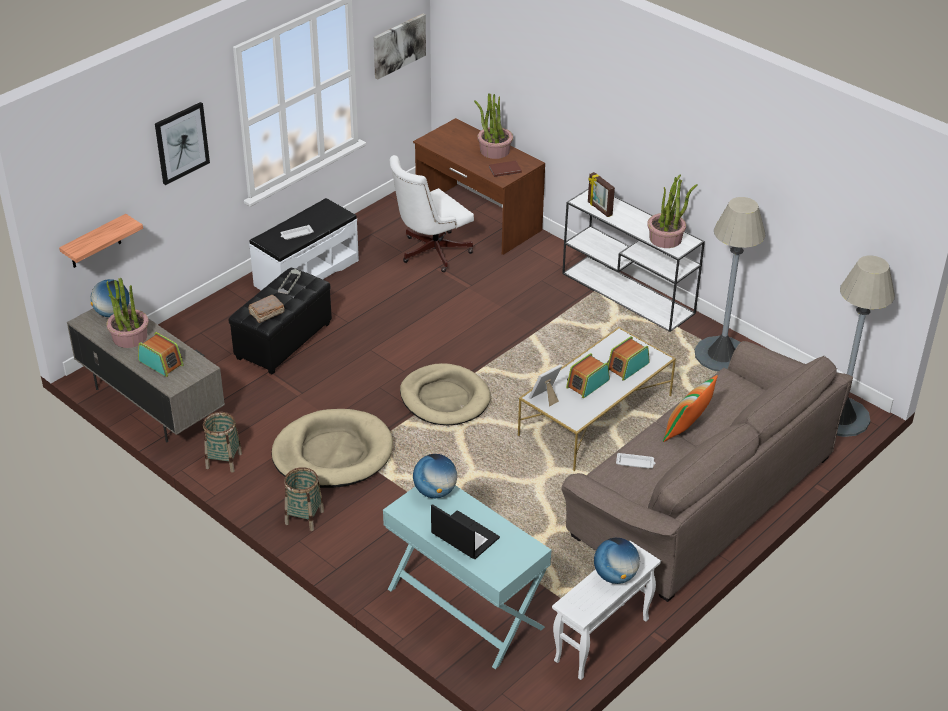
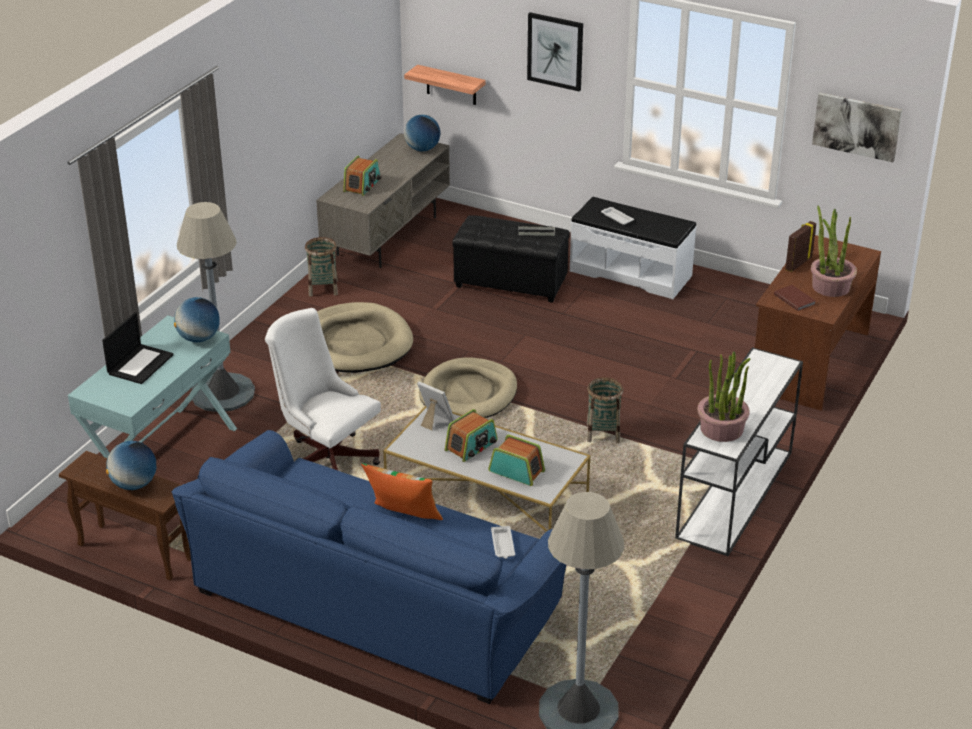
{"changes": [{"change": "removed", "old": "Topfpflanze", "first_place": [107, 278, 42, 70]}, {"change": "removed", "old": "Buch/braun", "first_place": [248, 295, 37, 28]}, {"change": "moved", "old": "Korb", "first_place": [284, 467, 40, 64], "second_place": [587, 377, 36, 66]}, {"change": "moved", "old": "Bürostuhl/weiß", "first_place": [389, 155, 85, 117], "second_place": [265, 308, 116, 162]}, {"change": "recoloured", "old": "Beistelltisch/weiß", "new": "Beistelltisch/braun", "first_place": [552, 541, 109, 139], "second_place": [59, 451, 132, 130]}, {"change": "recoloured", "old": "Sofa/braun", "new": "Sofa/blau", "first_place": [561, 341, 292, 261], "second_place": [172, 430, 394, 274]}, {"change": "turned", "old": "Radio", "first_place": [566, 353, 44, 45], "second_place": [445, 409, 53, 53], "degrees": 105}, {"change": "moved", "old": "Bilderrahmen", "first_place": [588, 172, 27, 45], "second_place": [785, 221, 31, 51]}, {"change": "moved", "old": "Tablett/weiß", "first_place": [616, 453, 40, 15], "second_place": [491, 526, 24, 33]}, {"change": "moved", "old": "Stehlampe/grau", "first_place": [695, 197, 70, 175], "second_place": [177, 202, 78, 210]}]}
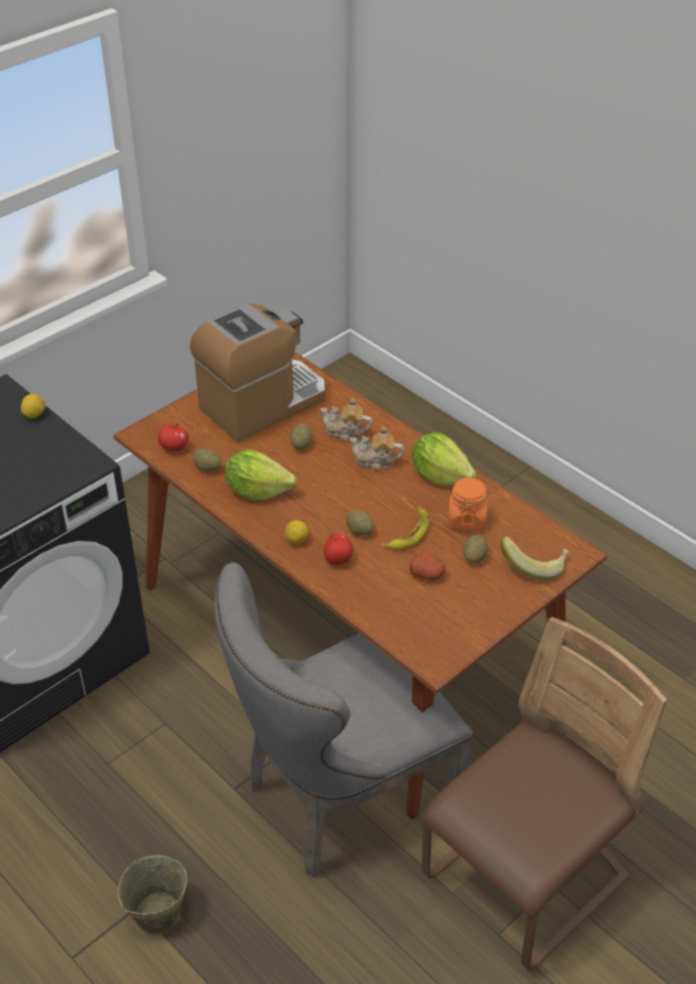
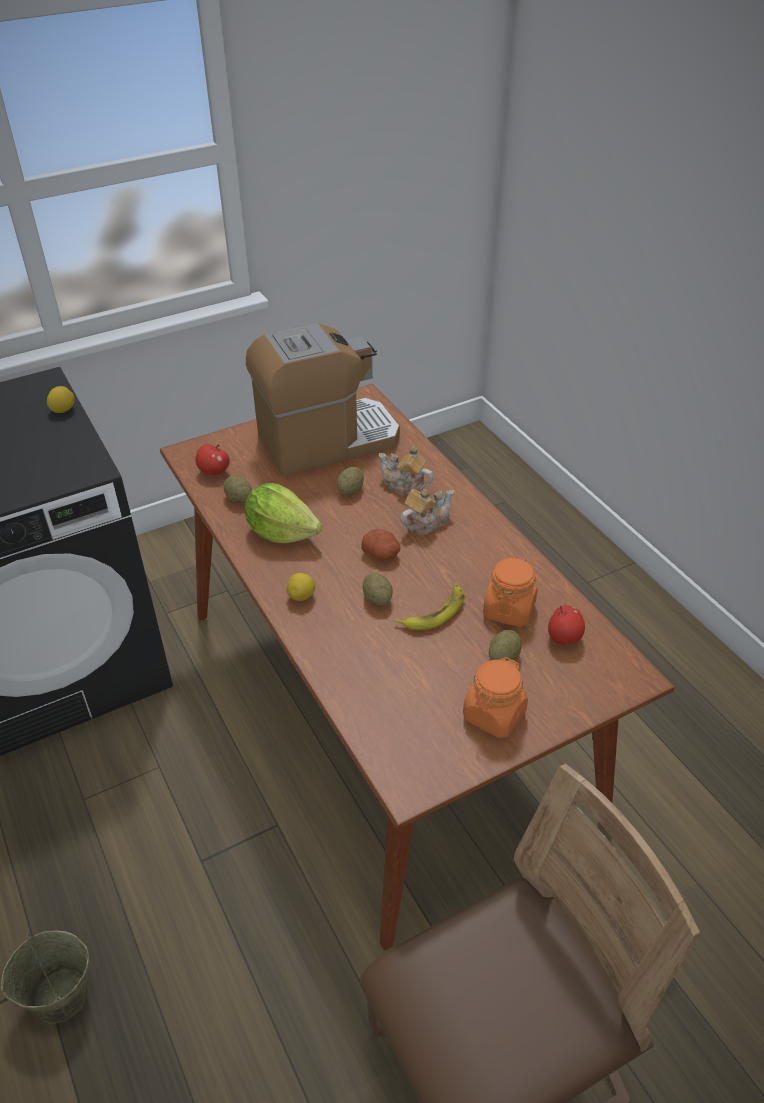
{"changes": [{"change": "removed", "old": "Stuhl/grau", "first_place": [214, 562, 259, 316]}, {"change": "moved", "old": "Apfel", "first_place": [324, 533, 29, 32], "second_place": [548, 605, 37, 40]}, {"change": "turned", "old": "Teekanne", "first_place": [350, 426, 54, 45], "second_place": [400, 489, 54, 46], "degrees": 120}, {"change": "moved", "old": "Kartoffel", "first_place": [409, 553, 37, 27], "second_place": [361, 529, 39, 32]}, {"change": "removed", "old": "Salatkopf", "first_place": [412, 432, 65, 53]}, {"change": "removed", "old": "Banane", "first_place": [500, 537, 70, 43]}, {"change": "added", "new": "Vorratsglas/orange", "second_place": [463, 657, 65, 81]}]}
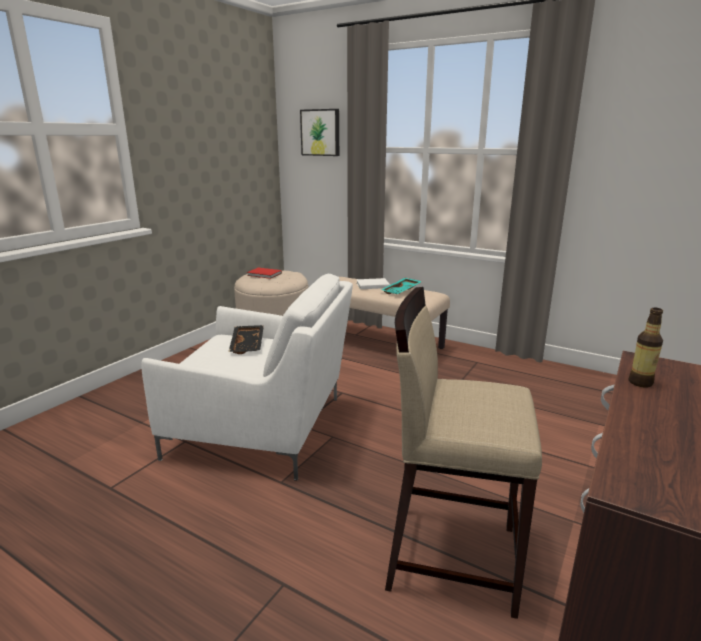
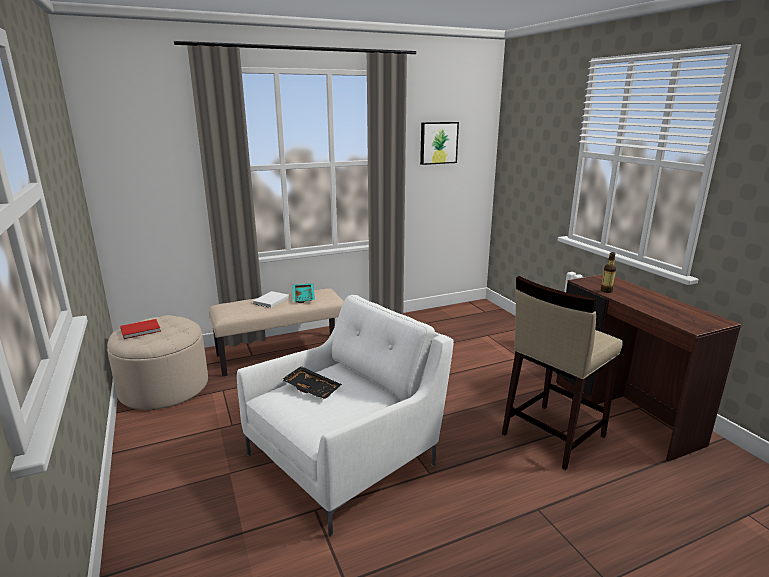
{"changes": [{"change": "moved", "old": "Bild", "first_place": [300, 109, 39, 47], "second_place": [420, 122, 39, 43]}]}
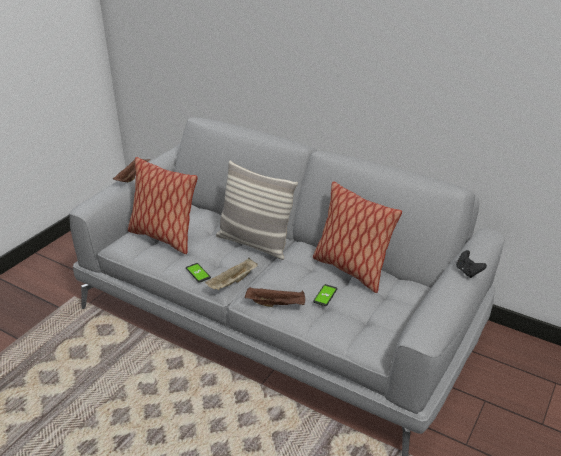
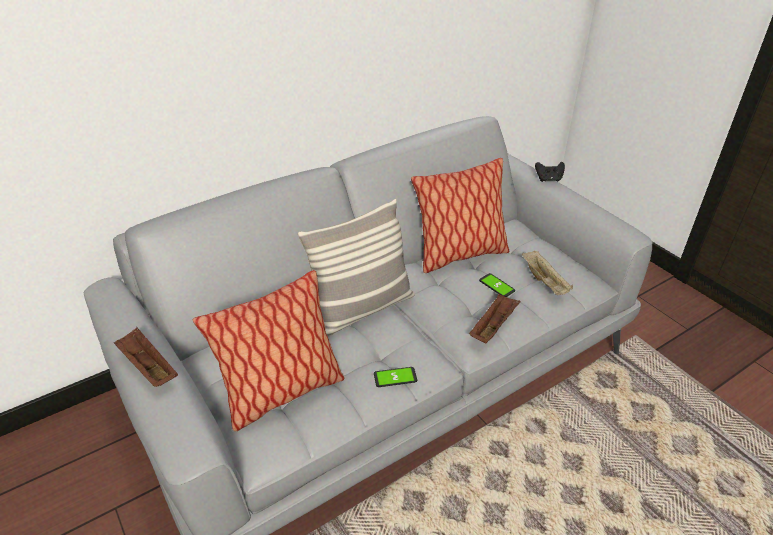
{"changes": [{"change": "moved", "old": "Tablett/beige", "first_place": [205, 258, 53, 32], "second_place": [522, 250, 51, 45]}]}
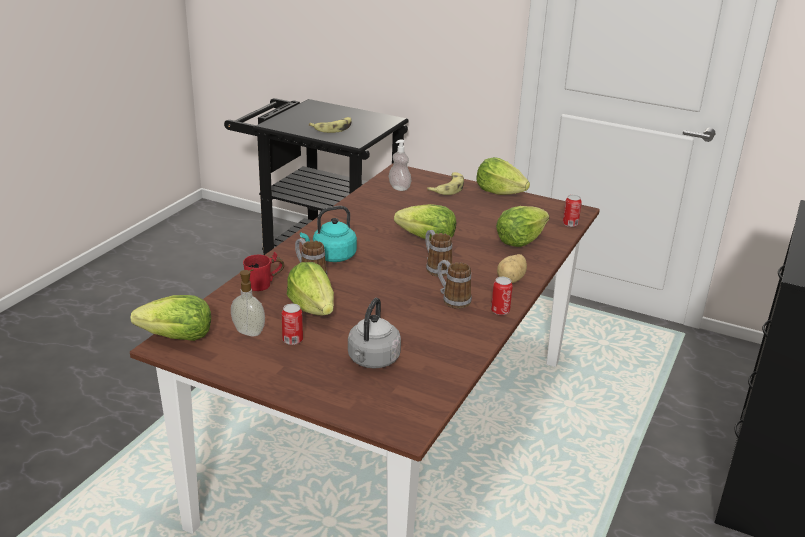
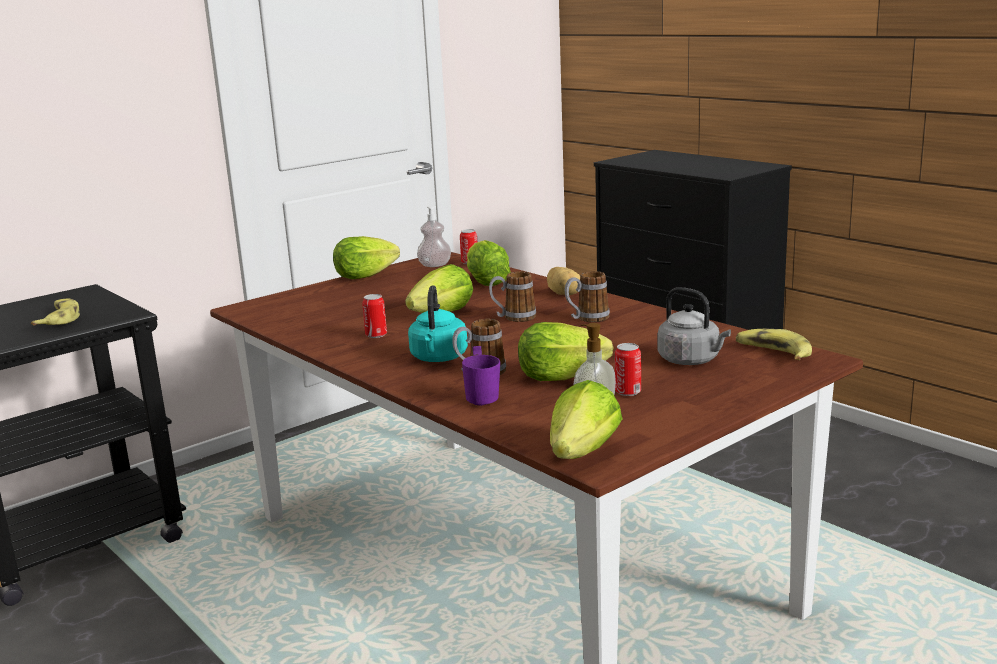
{"changes": [{"change": "recoloured", "old": "Henkelbecher/rot", "new": "Henkelbecher/lila", "first_place": [243, 252, 41, 39], "second_place": [462, 346, 38, 60]}, {"change": "moved", "old": "Seifenspender", "first_place": [389, 139, 23, 52], "second_place": [417, 206, 34, 61]}, {"change": "moved", "old": "Banane", "first_place": [427, 172, 37, 23], "second_place": [736, 329, 76, 31]}, {"change": "moved", "old": "Dose", "first_place": [491, 277, 22, 38], "second_place": [362, 294, 25, 44]}]}
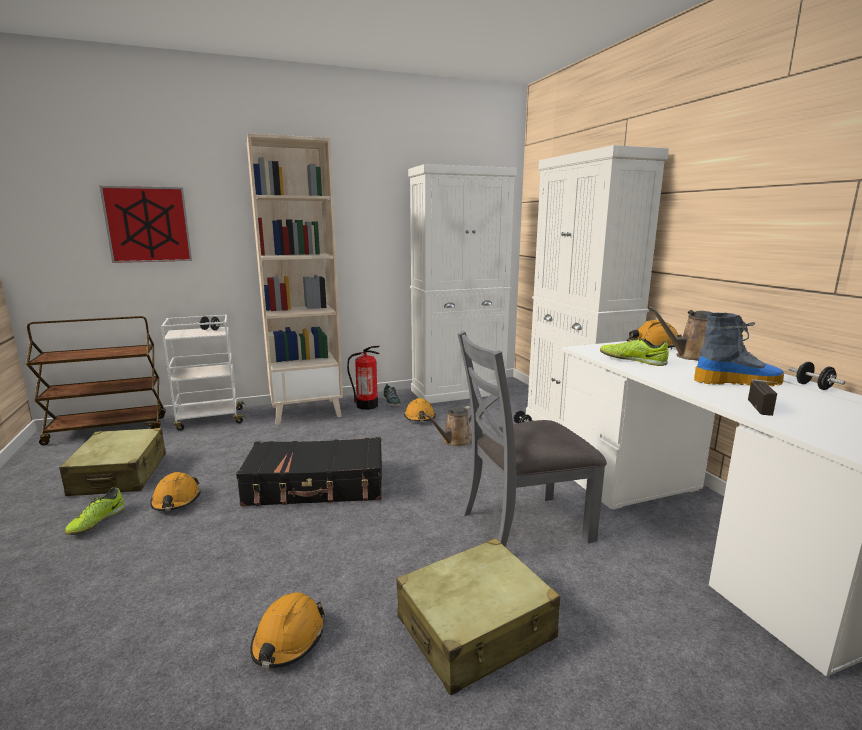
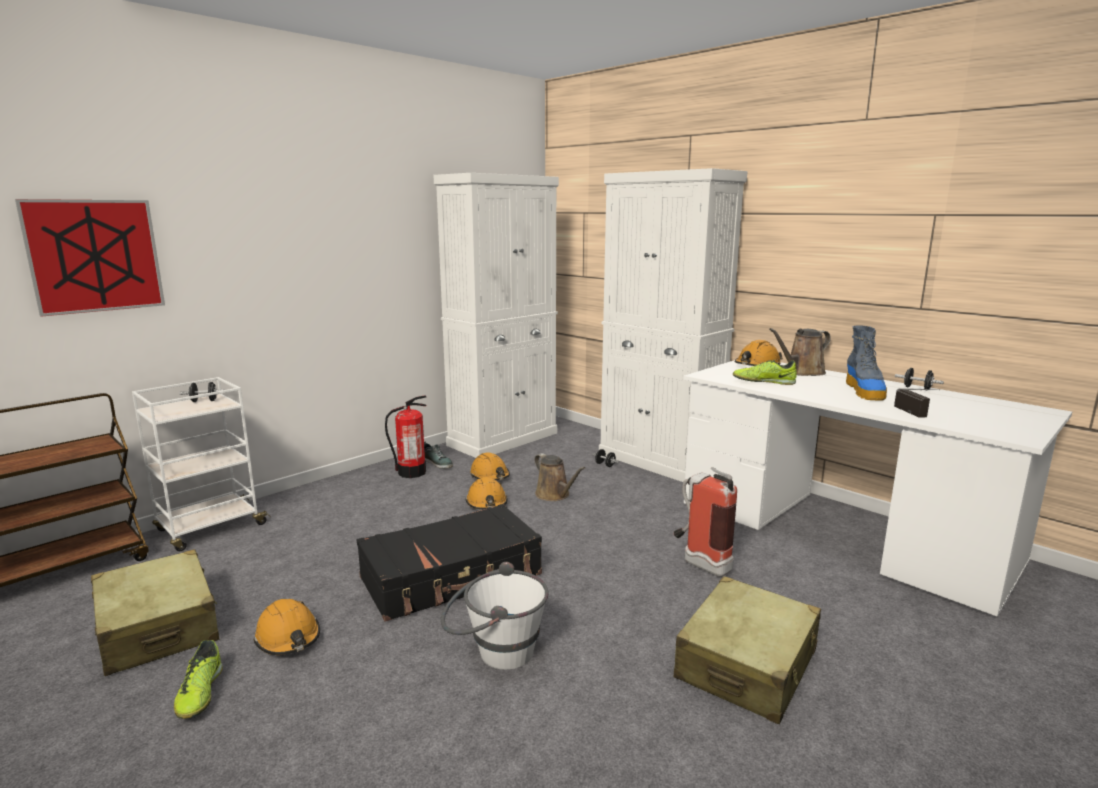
{"changes": [{"change": "removed", "old": "Bücherregal/beige", "first_place": [247, 133, 96, 292]}, {"change": "moved", "old": "Schutzhelm/orange", "first_place": [250, 592, 75, 76], "second_place": [465, 477, 43, 33]}, {"change": "turned", "old": "Gießkanne/braun", "first_place": [424, 406, 48, 41], "second_place": [534, 453, 51, 48], "degrees": -60}, {"change": "replaced", "old": "Stuhl/grau", "new": "Feuerlöscher", "first_place": [458, 331, 149, 216], "second_place": [674, 467, 63, 110]}, {"change": "turned", "old": "Stiefel", "first_place": [694, 313, 90, 74], "second_place": [846, 325, 41, 76], "degrees": 120}, {"change": "added", "new": "Eimer/weiß", "second_place": [441, 562, 108, 108]}]}
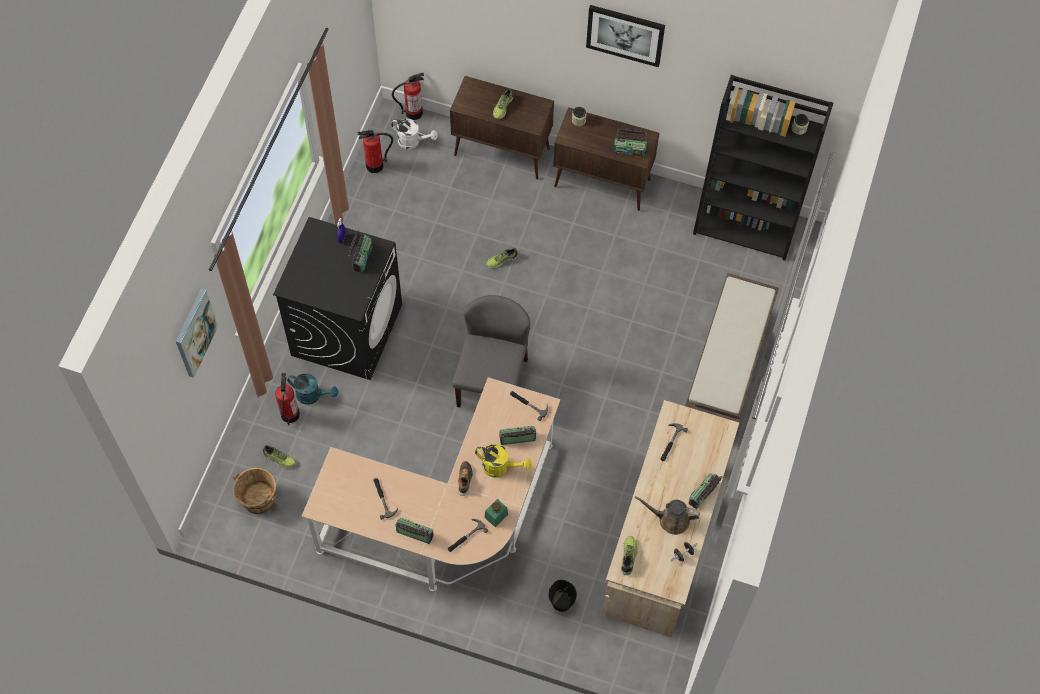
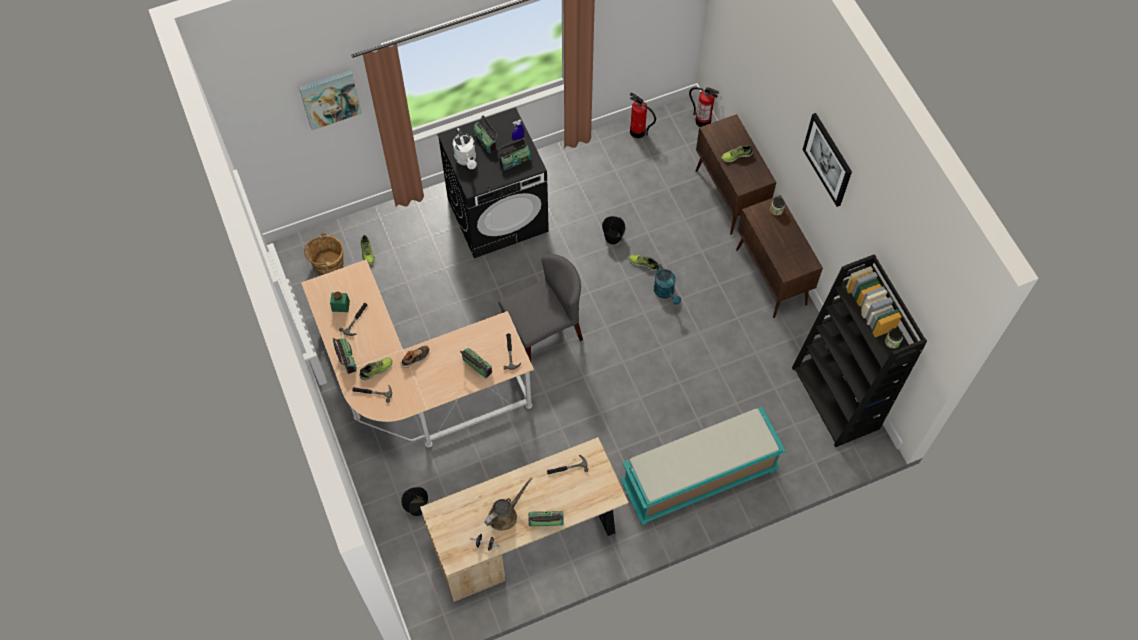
{"changes": [{"change": "removed", "old": "Feuerlöscher", "first_place": [275, 373, 25, 53]}, {"change": "moved", "old": "Gießkanne/türkis", "first_place": [287, 373, 51, 32], "second_place": [654, 264, 27, 41]}, {"change": "moved", "old": "Gießkanne/weiß", "first_place": [391, 119, 47, 30], "second_place": [453, 128, 24, 41]}, {"change": "removed", "old": "Gießkanne/gelb", "first_place": [475, 444, 57, 34]}, {"change": "moved", "old": "Vorratsglas/grün", "first_place": [485, 499, 23, 28], "second_place": [330, 292, 20, 20]}, {"change": "moved", "old": "Radio", "first_place": [613, 129, 34, 27], "second_place": [474, 115, 24, 39]}, {"change": "moved", "old": "Schuh", "first_place": [621, 536, 17, 39], "second_place": [359, 357, 33, 23]}, {"change": "turned", "old": "Gießkanne/braun", "first_place": [635, 496, 65, 39], "second_place": [484, 478, 48, 53], "degrees": 75}, {"change": "recoloured", "old": "Bank/braun", "new": "Bank/türkis", "first_place": [685, 273, 94, 149], "second_place": [621, 407, 165, 118]}, {"change": "added", "new": "Eimer/schwarz", "second_place": [602, 216, 24, 28]}]}
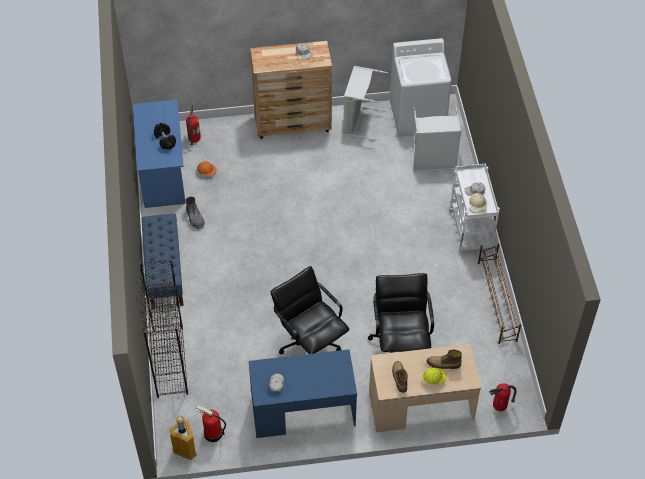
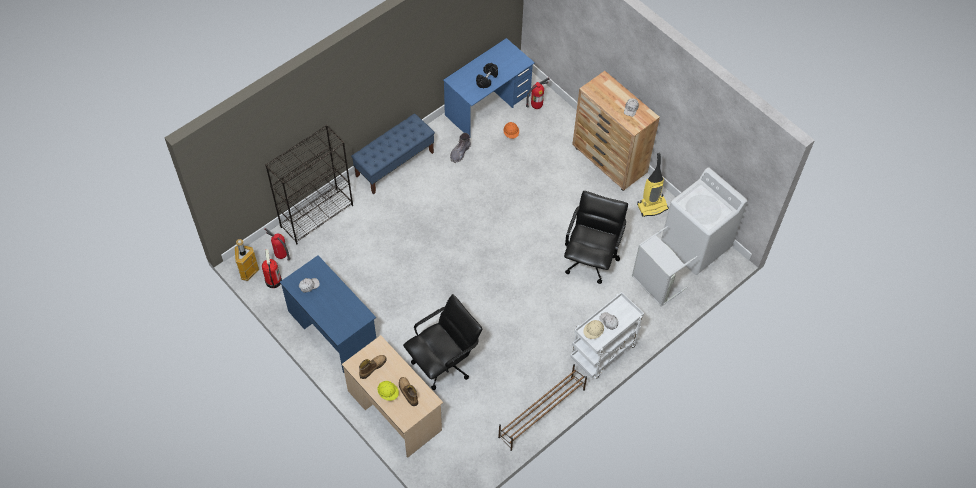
{"changes": [{"change": "moved", "old": "Bürostuhl/schwarz", "first_place": [270, 266, 80, 88], "second_place": [564, 191, 64, 93]}, {"change": "replaced", "old": "Wäschekorb/grau", "new": "Staubsauger", "first_place": [343, 66, 45, 75], "second_place": [637, 153, 32, 64]}, {"change": "moved", "old": "Feuerlöscher", "first_place": [489, 383, 28, 28], "second_place": [265, 228, 26, 32]}]}
